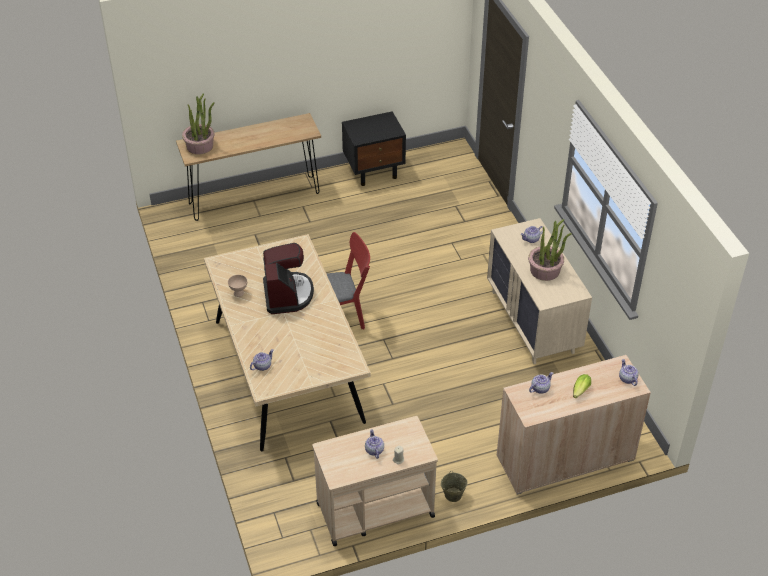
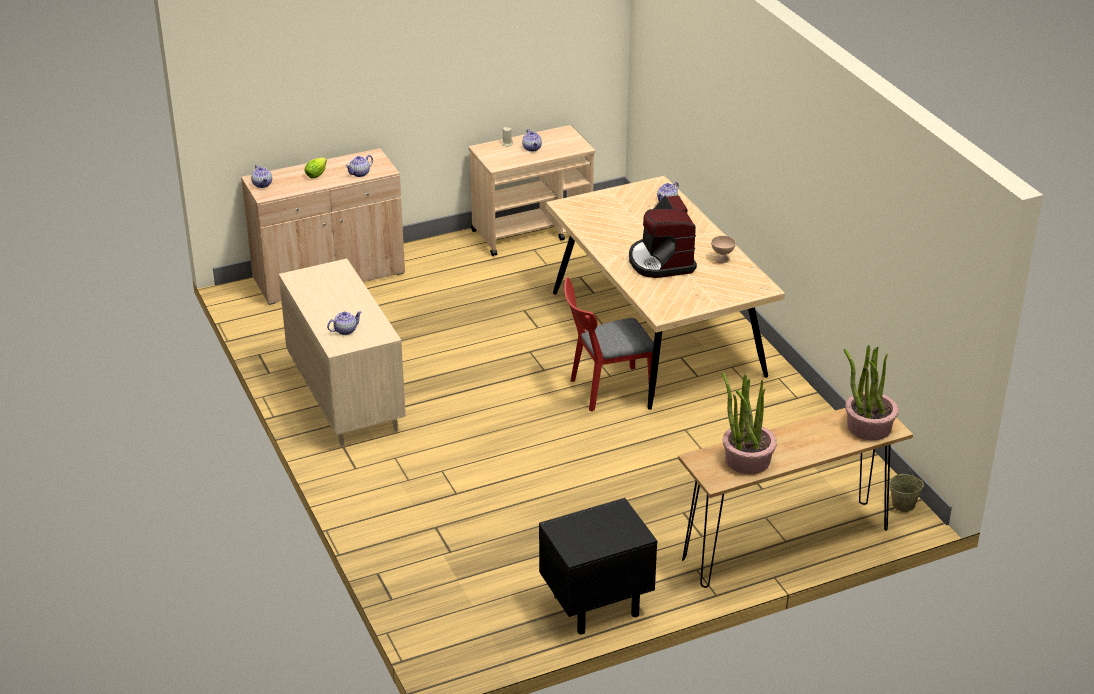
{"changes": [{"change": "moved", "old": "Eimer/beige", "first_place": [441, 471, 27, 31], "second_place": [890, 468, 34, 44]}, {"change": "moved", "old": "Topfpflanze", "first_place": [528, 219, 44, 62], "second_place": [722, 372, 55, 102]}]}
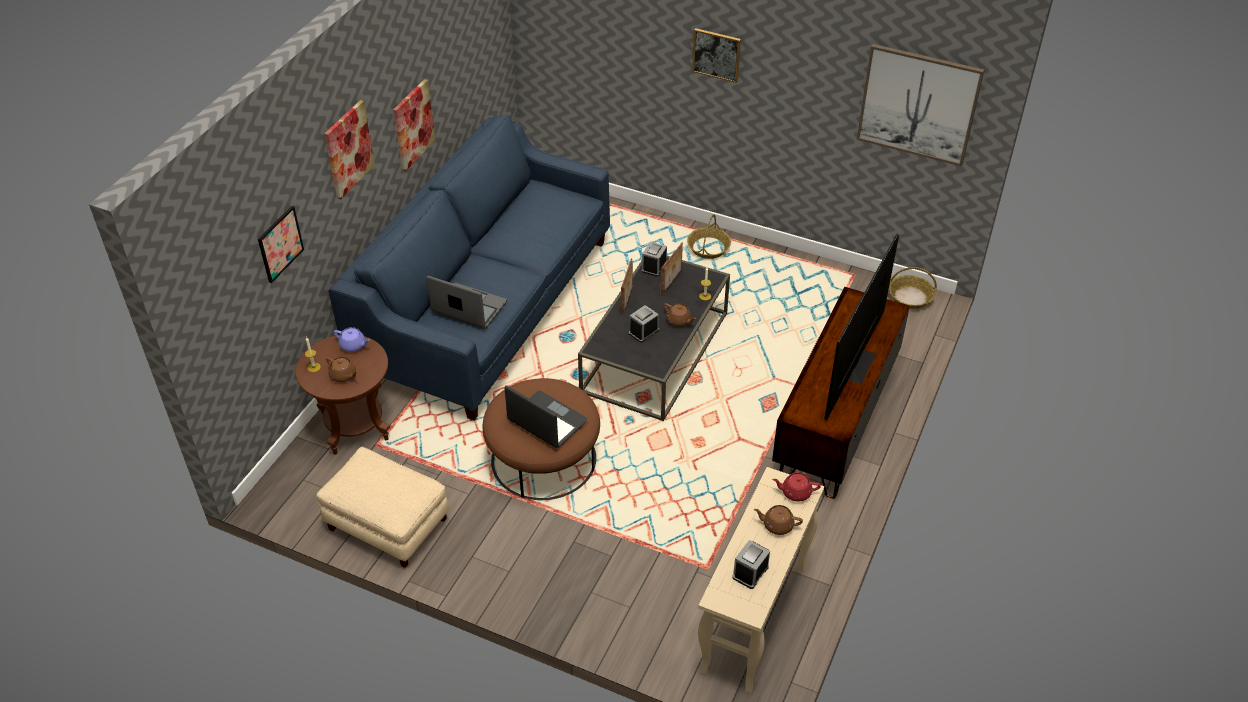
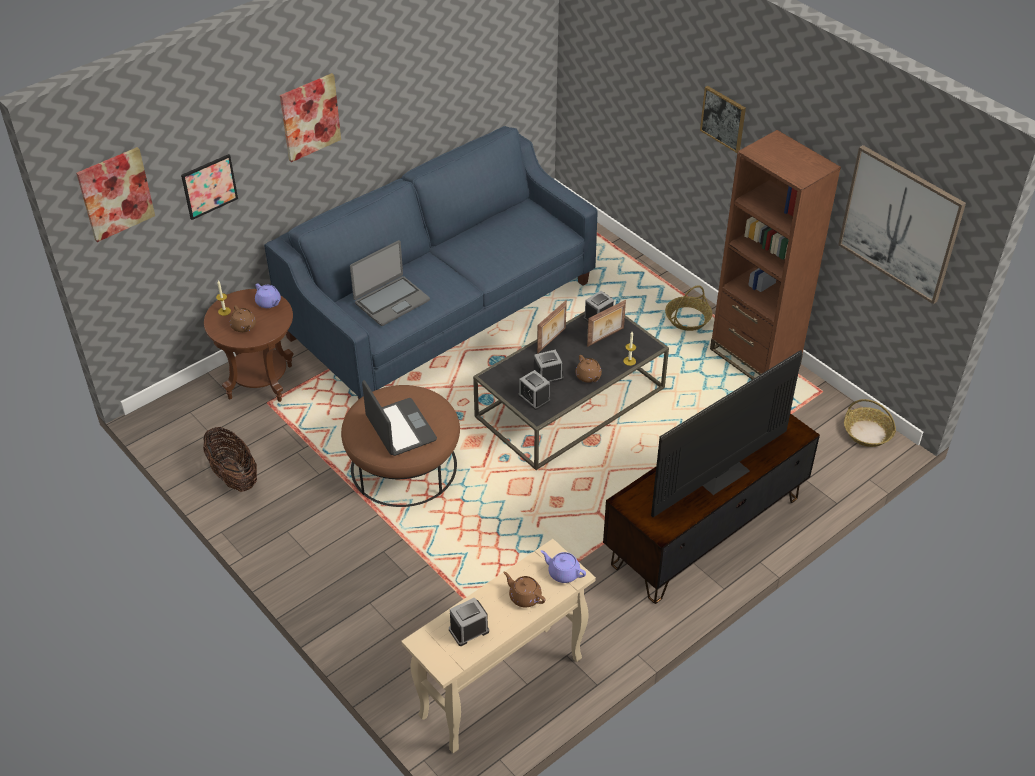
{"changes": [{"change": "replaced", "old": "Polsterhocker/beige", "new": "Korb", "first_place": [317, 447, 132, 121], "second_place": [203, 427, 54, 65]}, {"change": "moved", "old": "Bild", "first_place": [393, 79, 42, 92], "second_place": [76, 147, 79, 95]}, {"change": "turned", "old": "Laptop", "first_place": [427, 276, 80, 53], "second_place": [350, 240, 80, 86], "degrees": 90}, {"change": "recoloured", "old": "Teekanne/rot", "new": "Teekanne/lila", "first_place": [772, 473, 49, 29], "second_place": [541, 550, 45, 33]}, {"change": "added", "new": "Wecker", "second_place": [518, 370, 32, 40]}, {"change": "added", "new": "Bücherregal/braun", "second_place": [710, 130, 131, 250]}]}
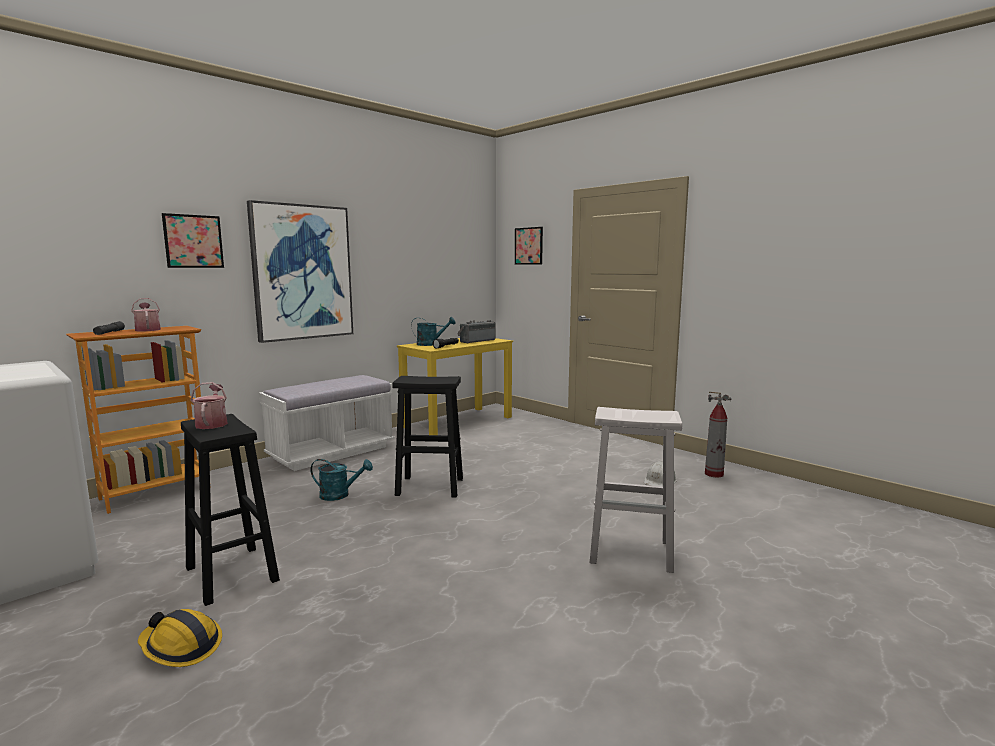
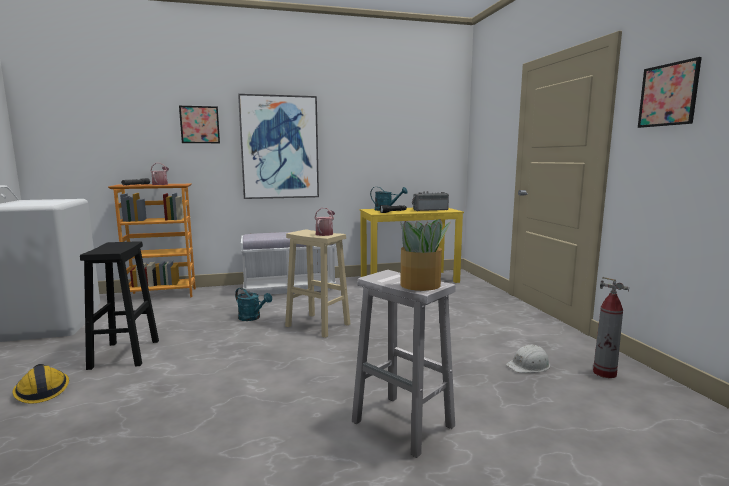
{"changes": [{"change": "moved", "old": "Gießkanne", "first_place": [190, 382, 38, 47], "second_place": [315, 208, 20, 28]}, {"change": "recoloured", "old": "Hocker/schwarz", "new": "Hocker/beige", "first_place": [393, 376, 70, 122], "second_place": [285, 230, 65, 108]}, {"change": "moved", "old": "Bild", "first_place": [515, 227, 28, 37], "second_place": [638, 57, 64, 71]}, {"change": "added", "new": "Topfpflanze", "second_place": [400, 219, 51, 72]}]}
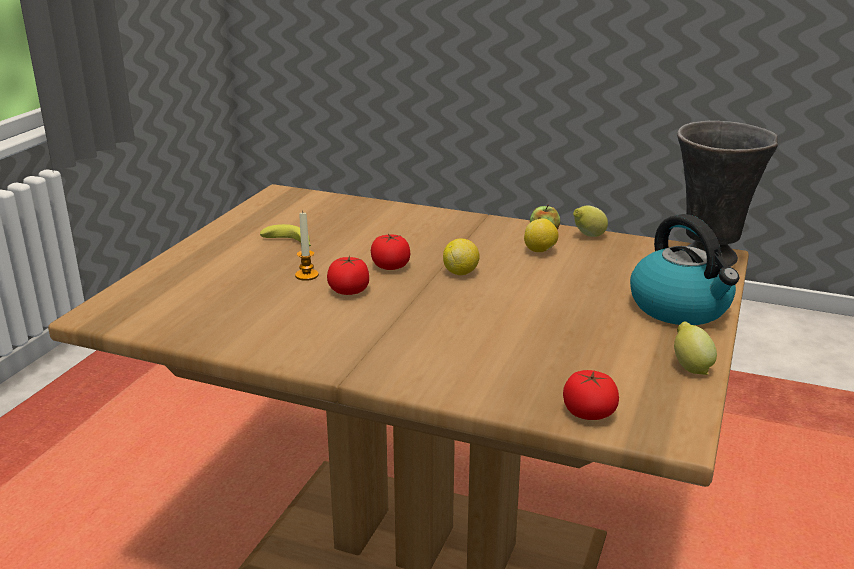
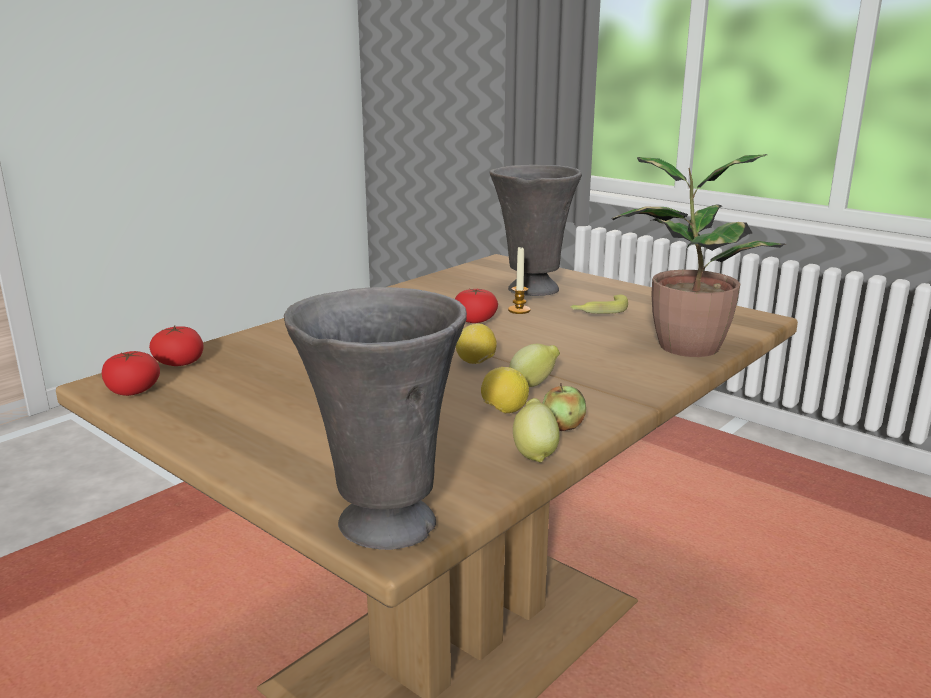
{"changes": [{"change": "moved", "old": "Tomate", "first_place": [371, 234, 39, 36], "second_place": [102, 351, 58, 45]}, {"change": "removed", "old": "Wasserkessel", "first_place": [630, 214, 109, 111]}, {"change": "moved", "old": "Zitrone", "first_place": [674, 321, 43, 54], "second_place": [509, 344, 51, 43]}, {"change": "added", "new": "Vase/grau", "second_place": [490, 165, 92, 131]}, {"change": "added", "new": "Topfpflanze", "second_place": [611, 154, 176, 203]}]}
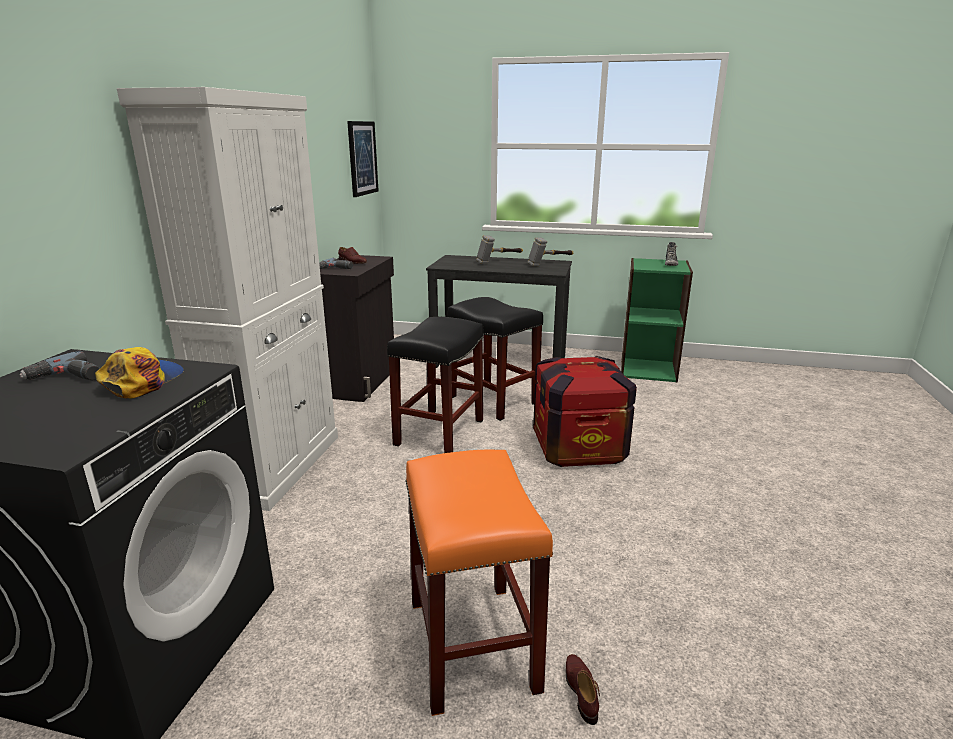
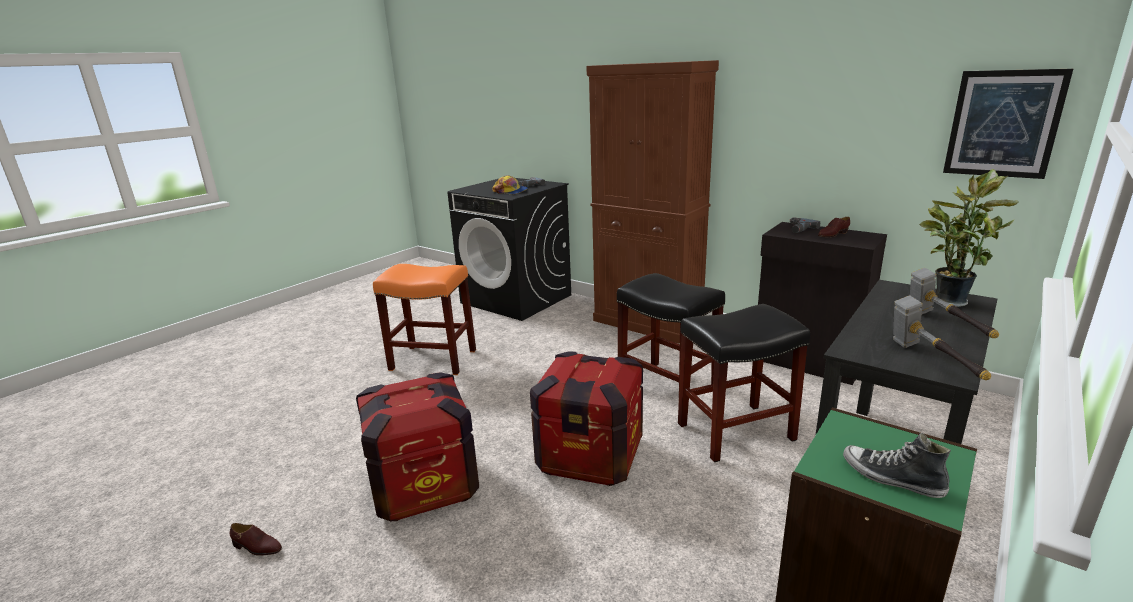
{"changes": [{"change": "recoloured", "old": "Schrank/weiß", "new": "Schrank/braun", "first_place": [117, 87, 221, 424], "second_place": [586, 60, 133, 284]}, {"change": "moved", "old": "Schuh/braun", "first_place": [566, 654, 34, 71], "second_place": [230, 523, 52, 32]}, {"change": "added", "new": "Kiste", "second_place": [356, 372, 123, 149]}, {"change": "added", "new": "Topfpflanze", "second_place": [920, 169, 99, 138]}]}
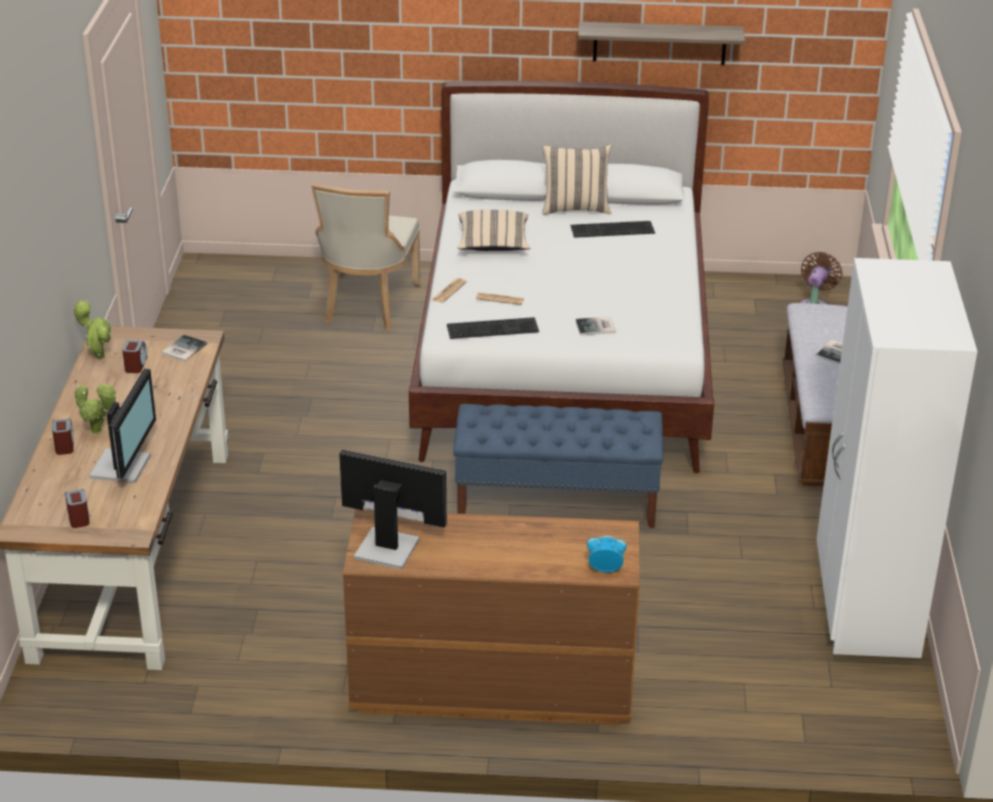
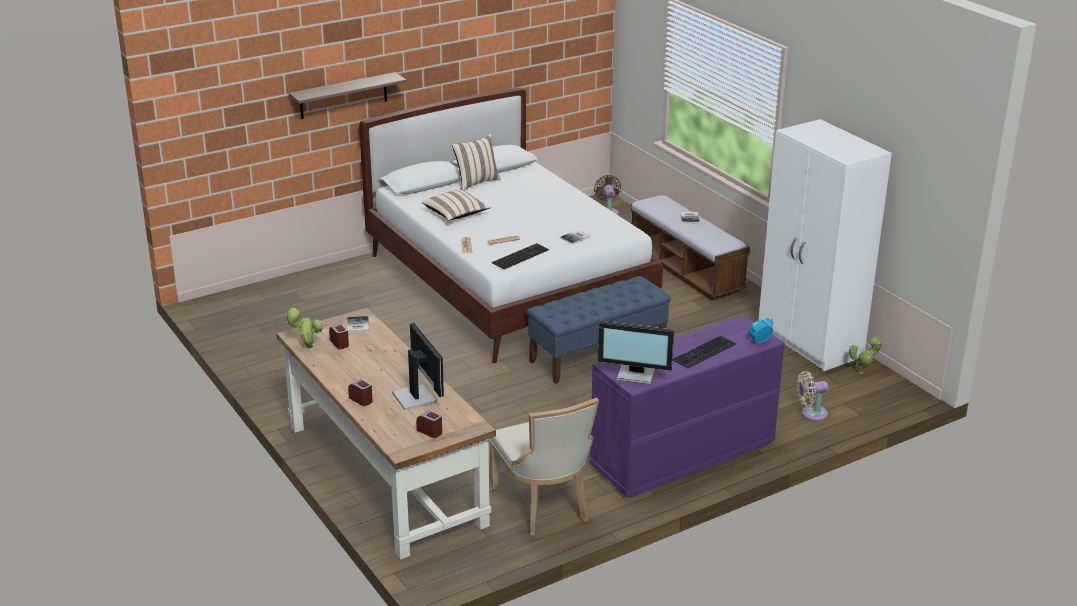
{"changes": [{"change": "moved", "old": "Topfpflanze", "first_place": [75, 382, 42, 53], "second_place": [849, 336, 34, 38]}, {"change": "moved", "old": "Stuhl/beige", "first_place": [311, 183, 111, 147], "second_place": [489, 398, 110, 138]}, {"change": "turned", "old": "Monitor", "first_place": [339, 450, 108, 120], "second_place": [598, 321, 76, 63], "degrees": -150}, {"change": "recoloured", "old": "Kommode/braun", "new": "Kommode/lila", "first_place": [343, 509, 297, 216], "second_place": [589, 315, 196, 183]}, {"change": "moved", "old": "Tastatur", "first_place": [570, 221, 85, 17], "second_place": [673, 335, 63, 33]}, {"change": "moved", "old": "Wandregal", "first_place": [578, 22, 167, 43], "second_place": [289, 72, 118, 47]}, {"change": "added", "new": "Ventilator/beige", "second_place": [797, 371, 32, 50]}]}
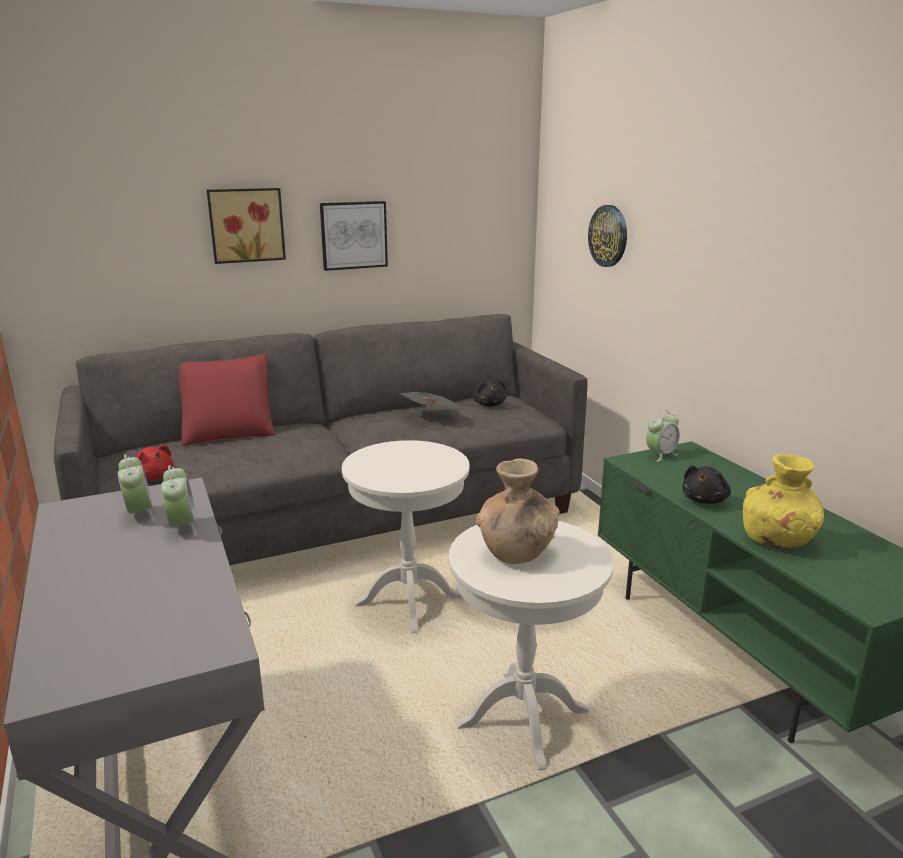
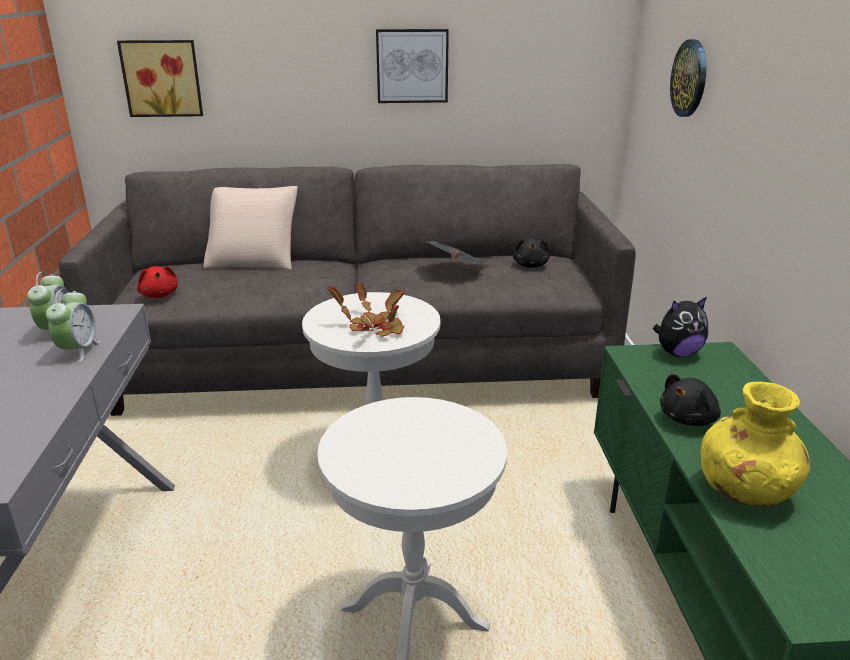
{"changes": [{"change": "recoloured", "old": "Kissen/rot", "new": "Kissen/beige", "first_place": [179, 354, 97, 92], "second_place": [203, 186, 95, 84]}, {"change": "moved", "old": "Bild", "first_place": [207, 188, 79, 76], "second_place": [117, 40, 86, 77]}, {"change": "removed", "old": "Vase/braun", "first_place": [476, 458, 84, 106]}, {"change": "replaced", "old": "Wecker", "new": "Plüschtier", "first_place": [646, 410, 34, 52], "second_place": [653, 297, 55, 60]}, {"change": "added", "new": "Topfpflanze", "second_place": [327, 282, 78, 55]}]}
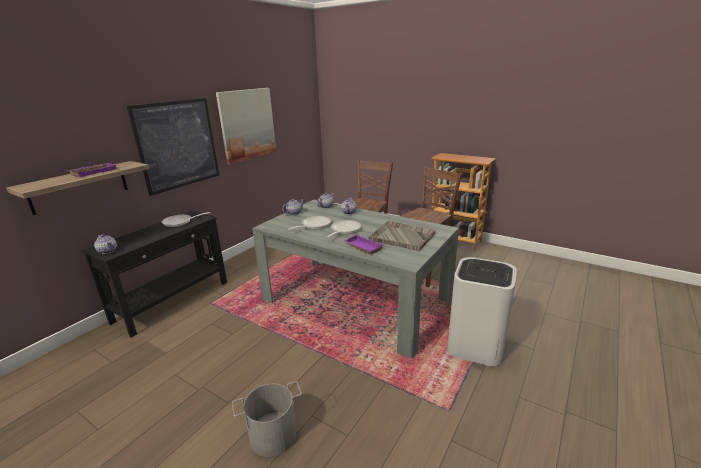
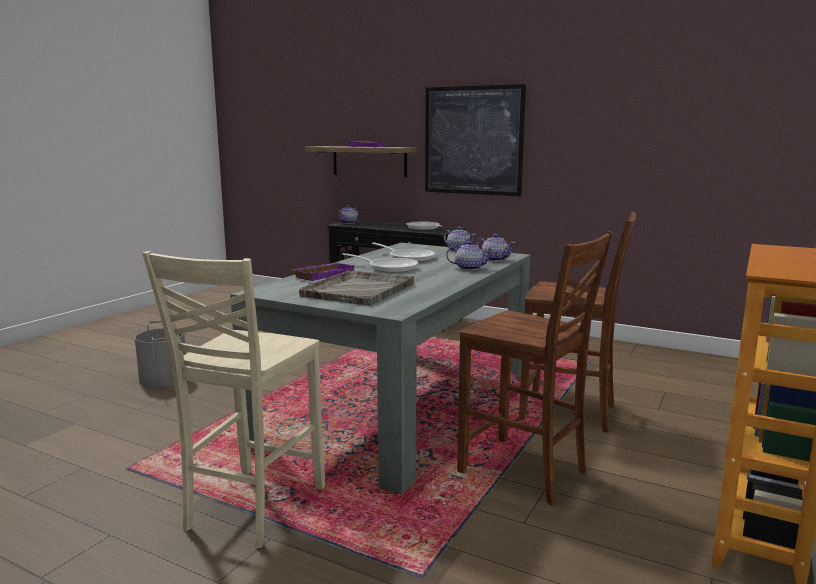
{"changes": [{"change": "removed", "old": "Bild", "first_place": [216, 88, 60, 77]}, {"change": "replaced", "old": "Mülleimer/weiß", "new": "Stuhl/beige", "first_place": [447, 257, 70, 110], "second_place": [142, 251, 183, 297]}]}
